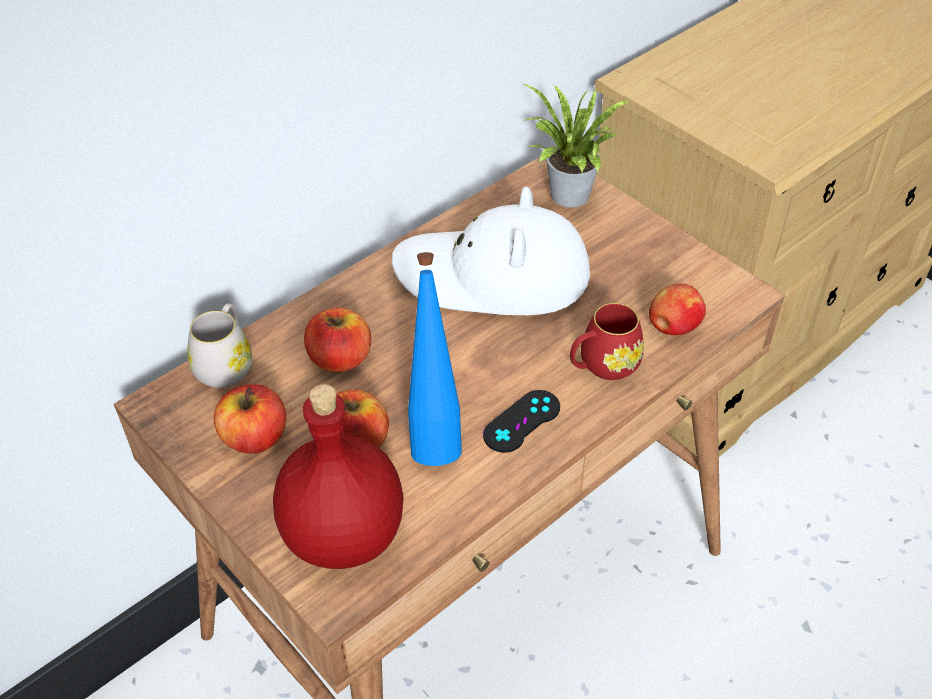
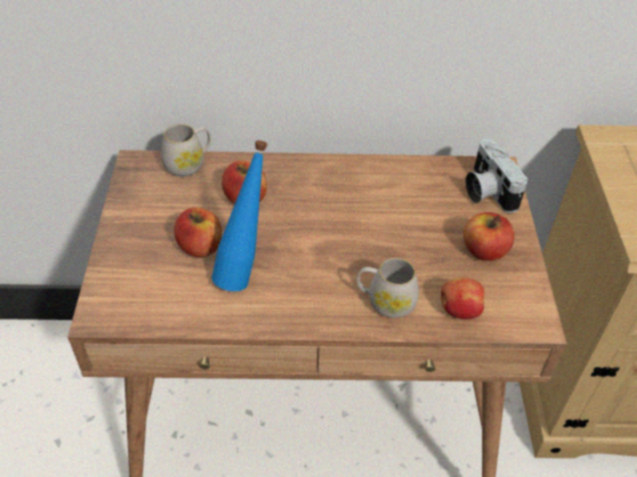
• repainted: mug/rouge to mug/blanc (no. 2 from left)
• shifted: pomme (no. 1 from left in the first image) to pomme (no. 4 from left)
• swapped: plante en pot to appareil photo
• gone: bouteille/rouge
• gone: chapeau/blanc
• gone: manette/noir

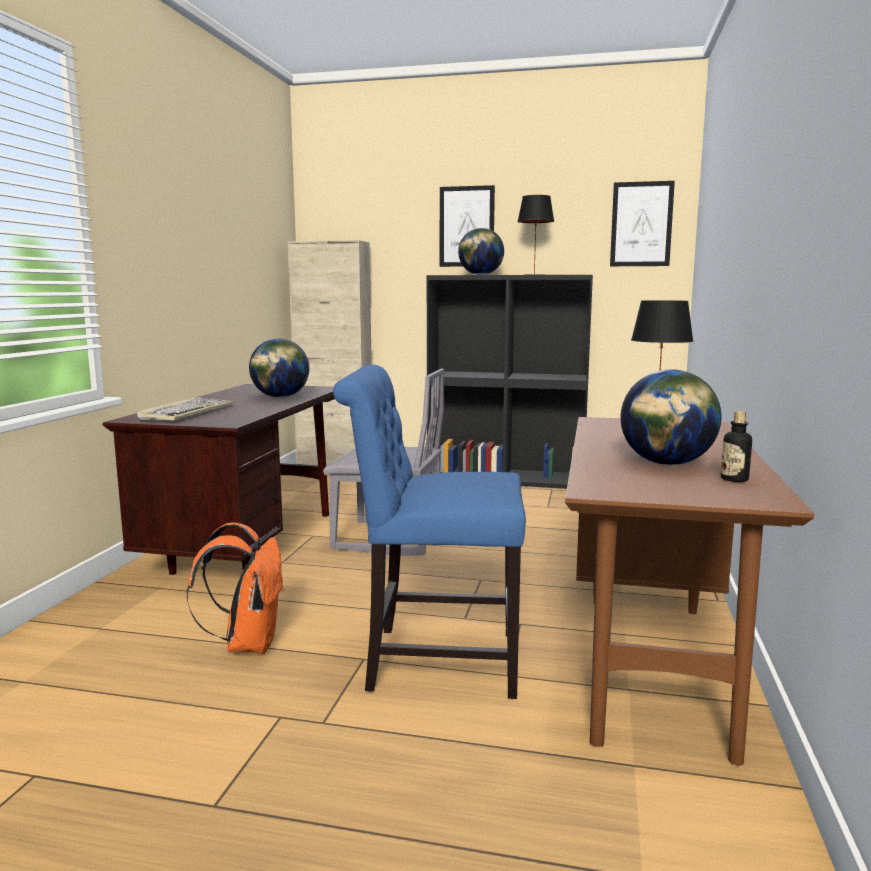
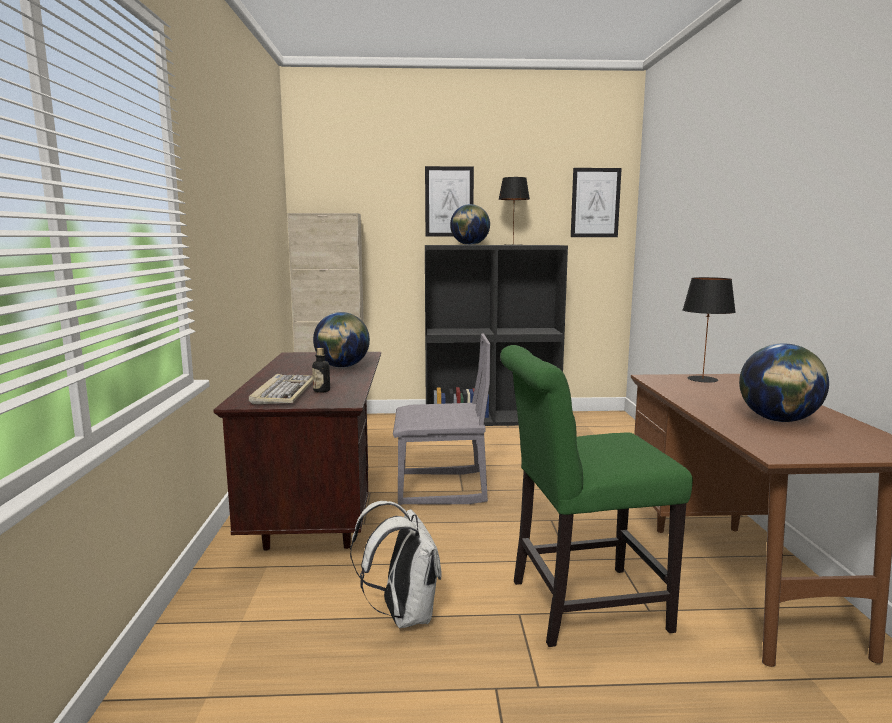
• shifted: bouteille
• repainted: sac à dos/orange to sac à dos/blanc
• repainted: chaise/bleu to chaise/vert

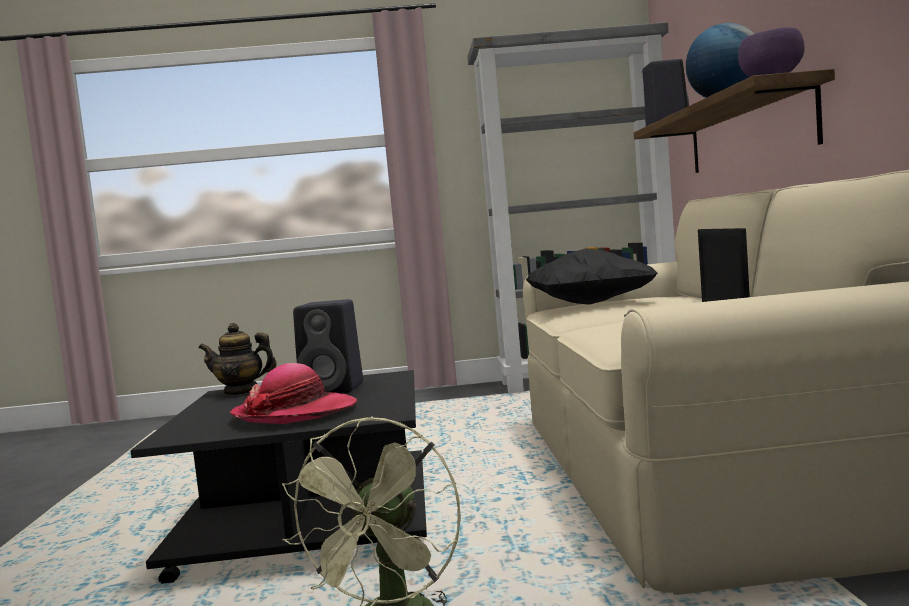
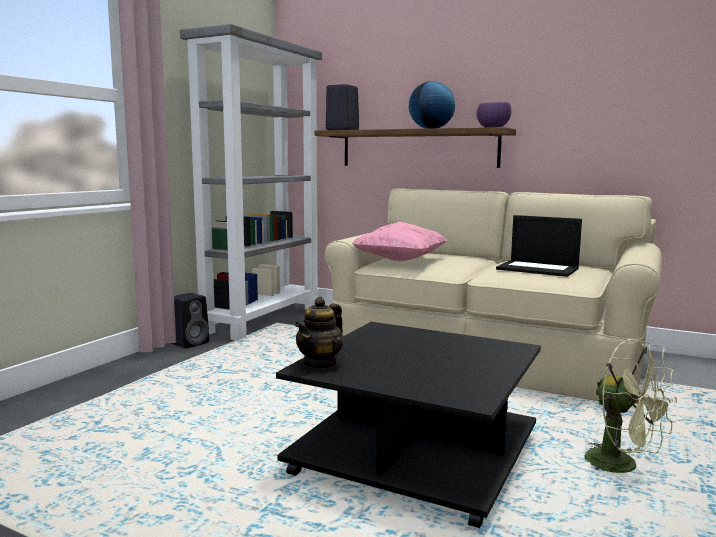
• shifted: enceinte/noir (no. 1 from left)
• repainted: coussin/noir to coussin/rose
• gone: chapeau

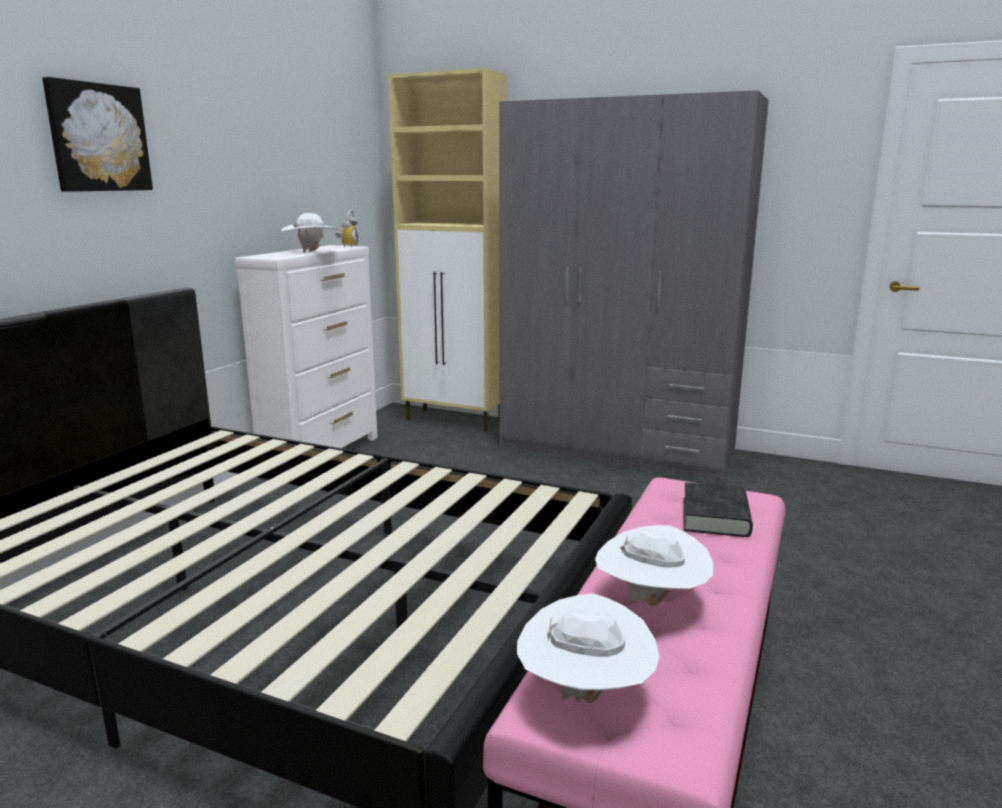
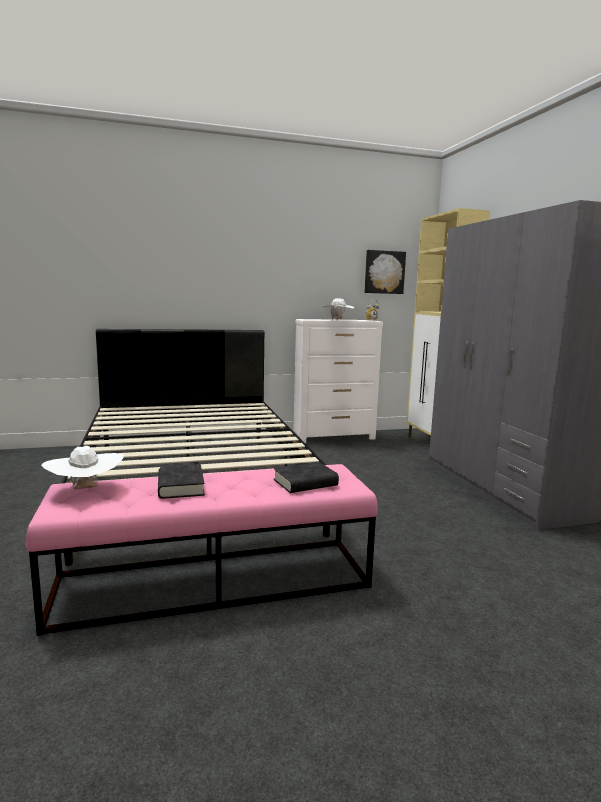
• swapped: chapeau/blanc (no. 3 from left) to livre/noir (no. 1 from left)
• shifted: tableau

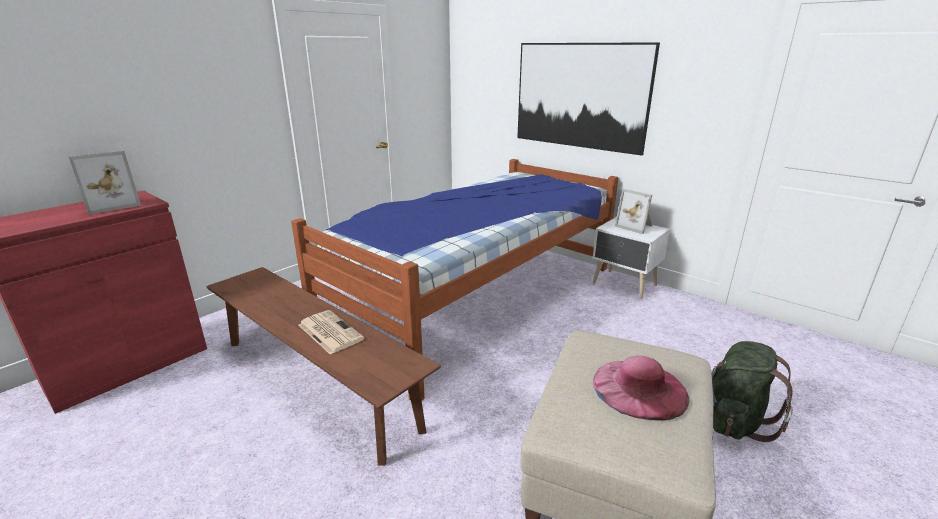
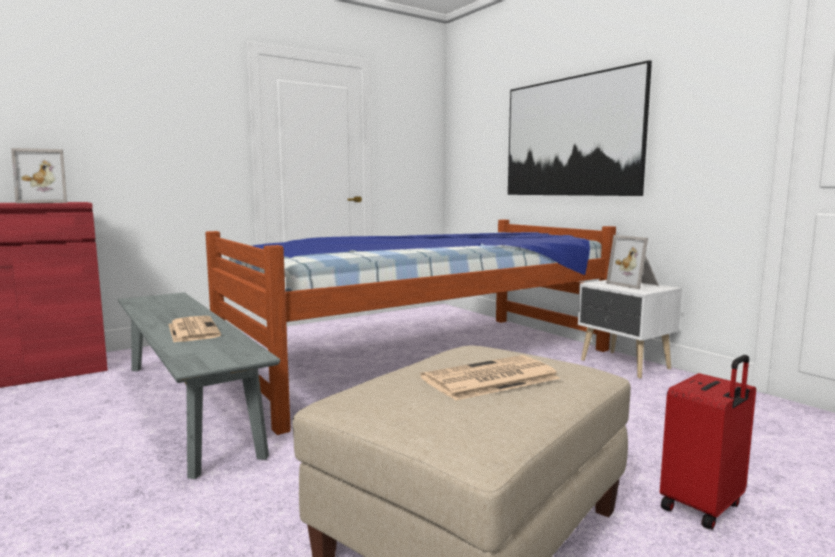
• repainted: banc/marron to banc/gris
• swapped: chapeau/rose to journal (no. 2 from left)
• swapped: sac à dos/vert to valise/rouge

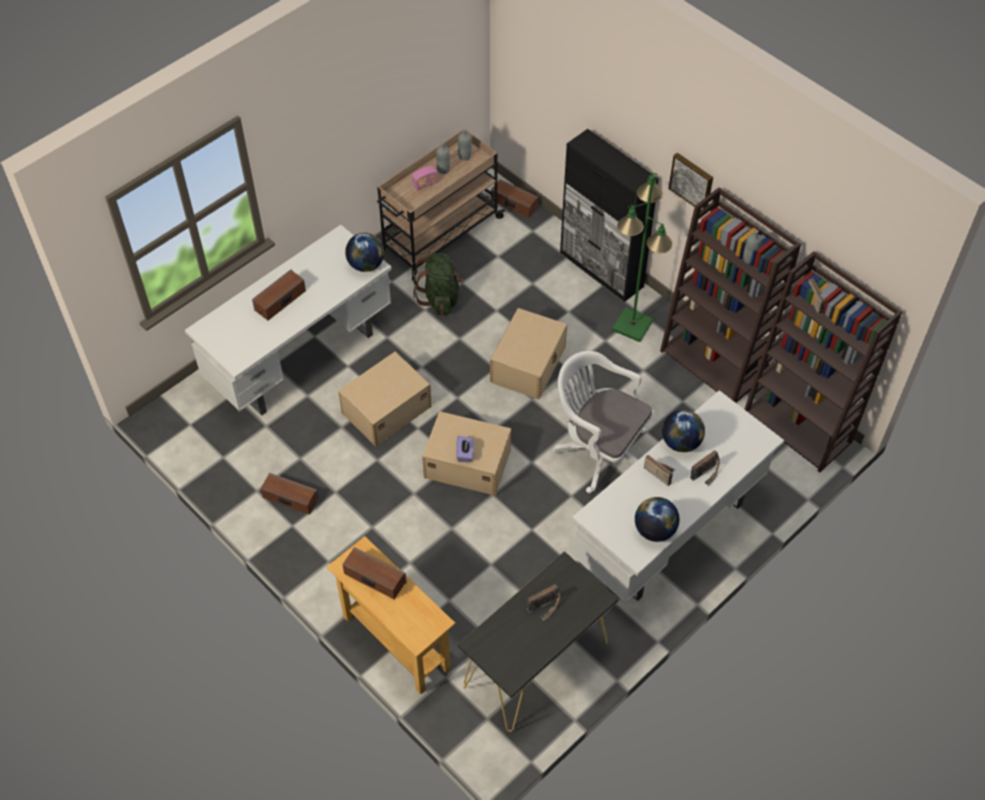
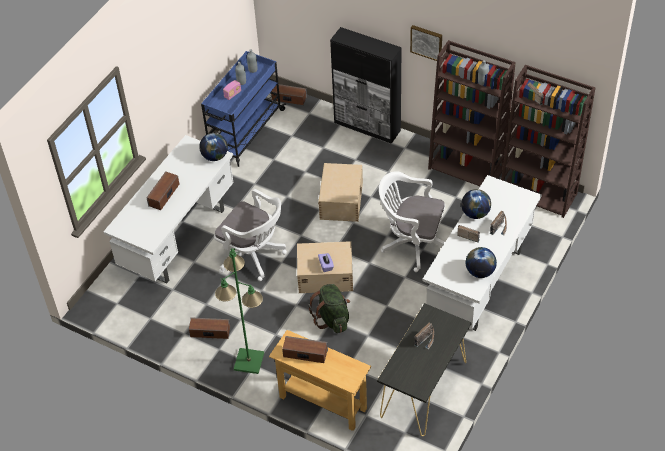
• repainted: chariot/beige to chariot/bleu
• swapped: boîte de rangement/beige (no. 1 from left) to chaise de bureau/blanc (no. 1 from left)
• shifted: lampadaire/vert
• shifted: sac à dos/vert

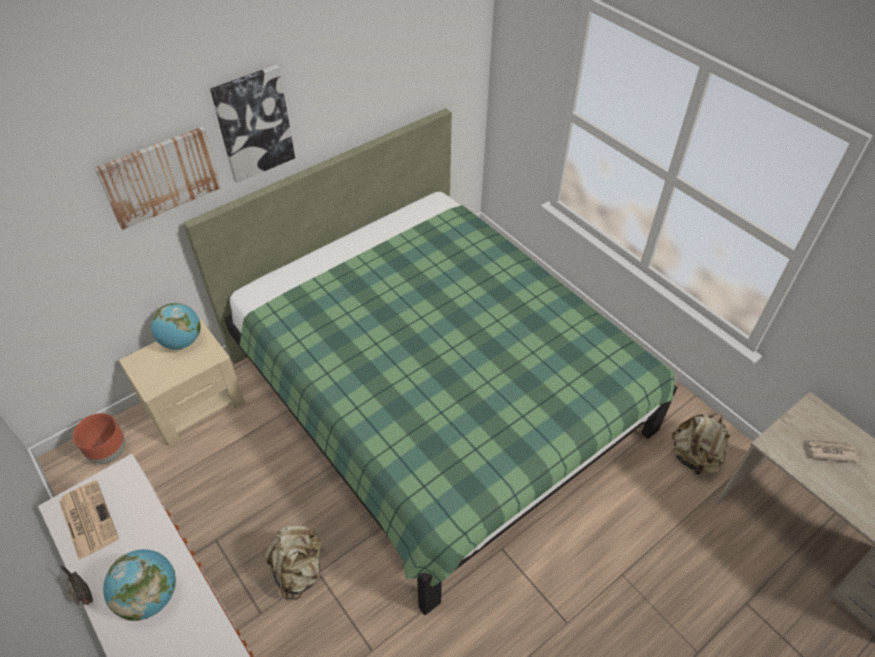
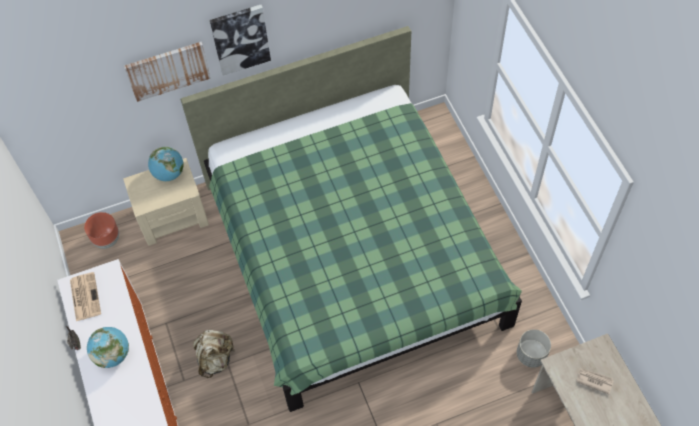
• swapped: sac à dos/beige (no. 2 from left) to cache-pot/gris

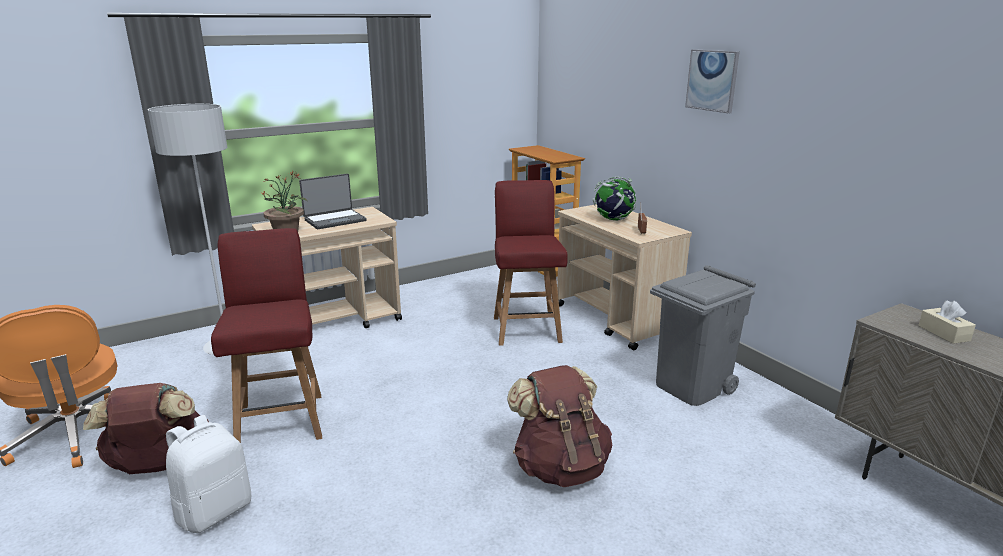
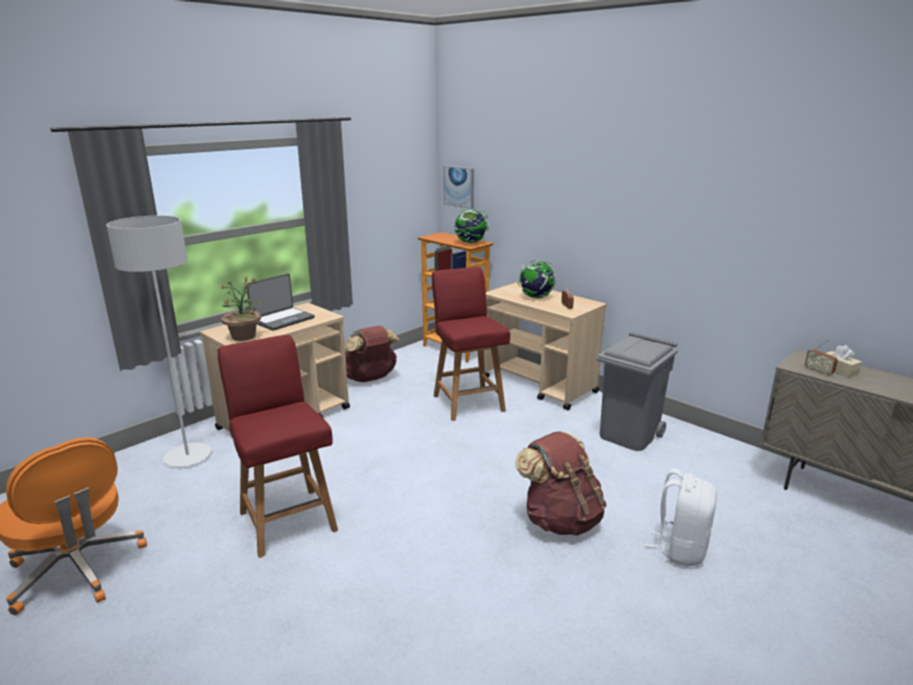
• shifted: sac à dos/marron (no. 1 from left)
• shifted: tableau
• new: globe (no. 1 from left)
• shifted: sac à dos/blanc
• new: radio (no. 2 from left)

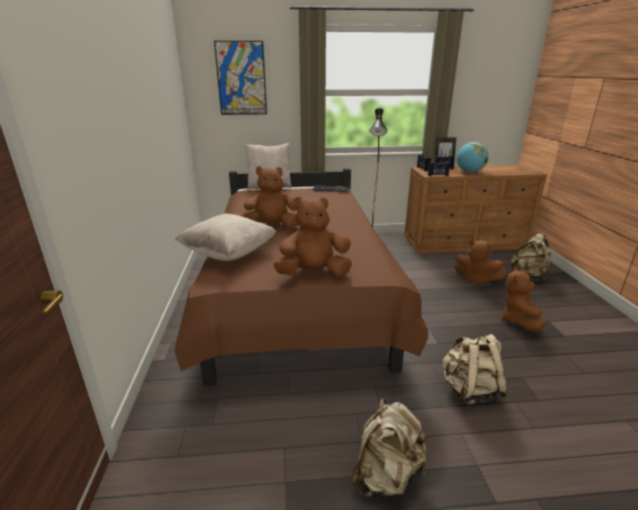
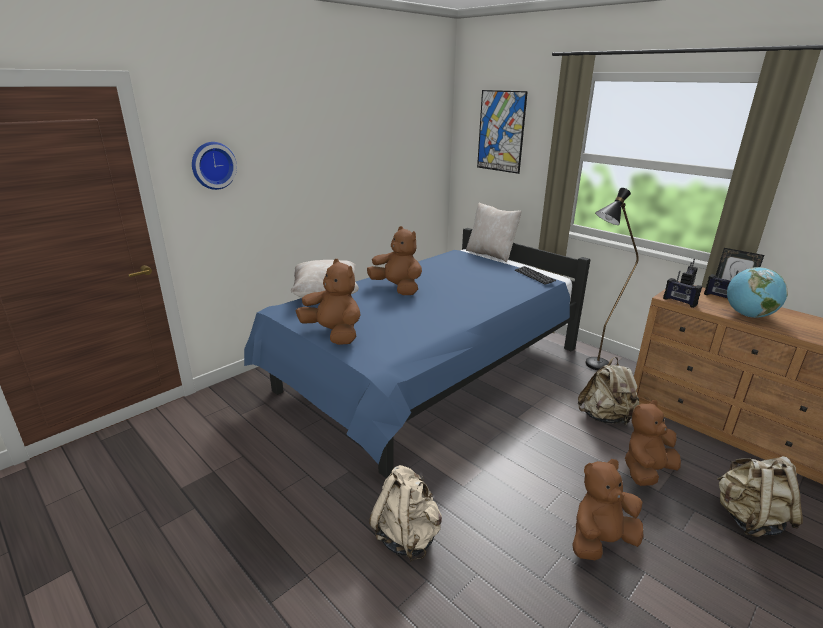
• new: horloge murale
• repainted: lit/marron to lit/bleu
• shifted: sac à dos/beige (no. 1 from left in the first image) to sac à dos/beige (no. 2 from left)
• rotated: peluche/marron (no. 3 from left in the first image) 60 degrees clockwise

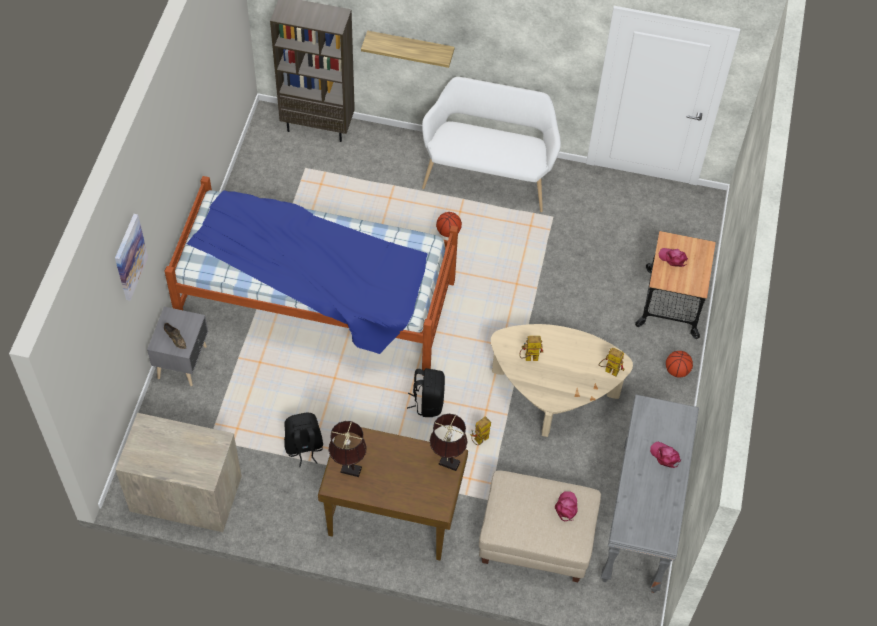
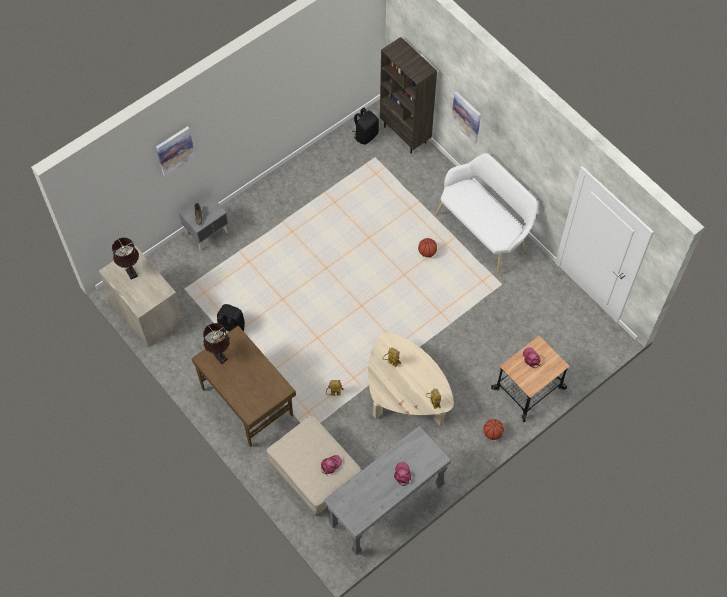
• shifted: lampe de table/marron (no. 2 from left in the first image) to lampe de table/marron (no. 1 from left)
• shifted: sac à dos/noir (no. 2 from left)
• swapped: étagère to tableau (no. 2 from left)
• gone: lit

